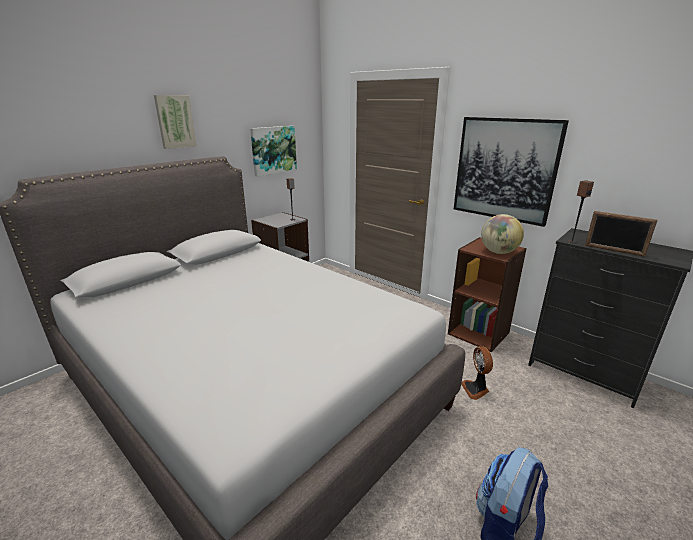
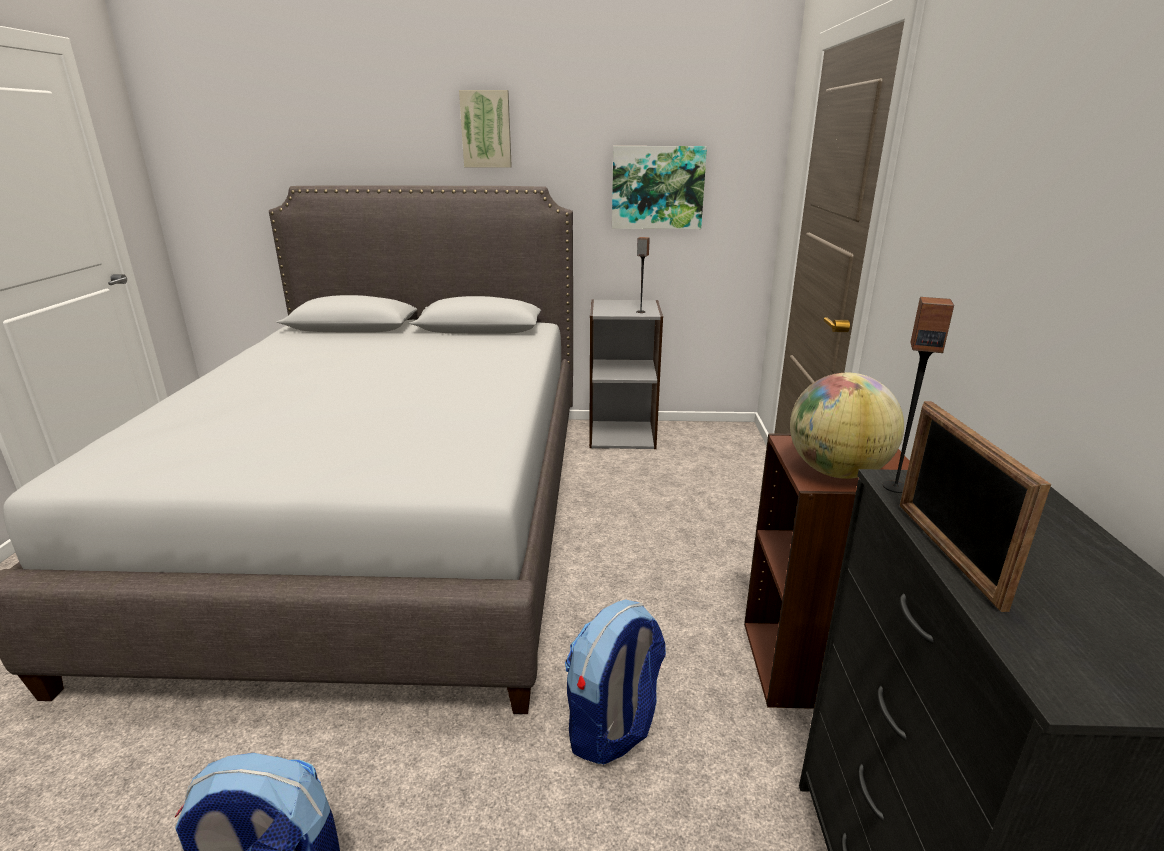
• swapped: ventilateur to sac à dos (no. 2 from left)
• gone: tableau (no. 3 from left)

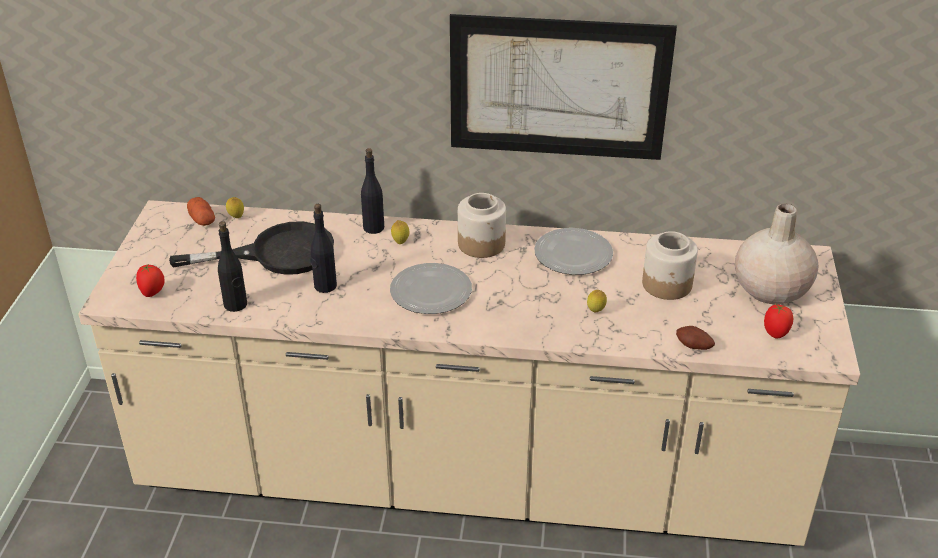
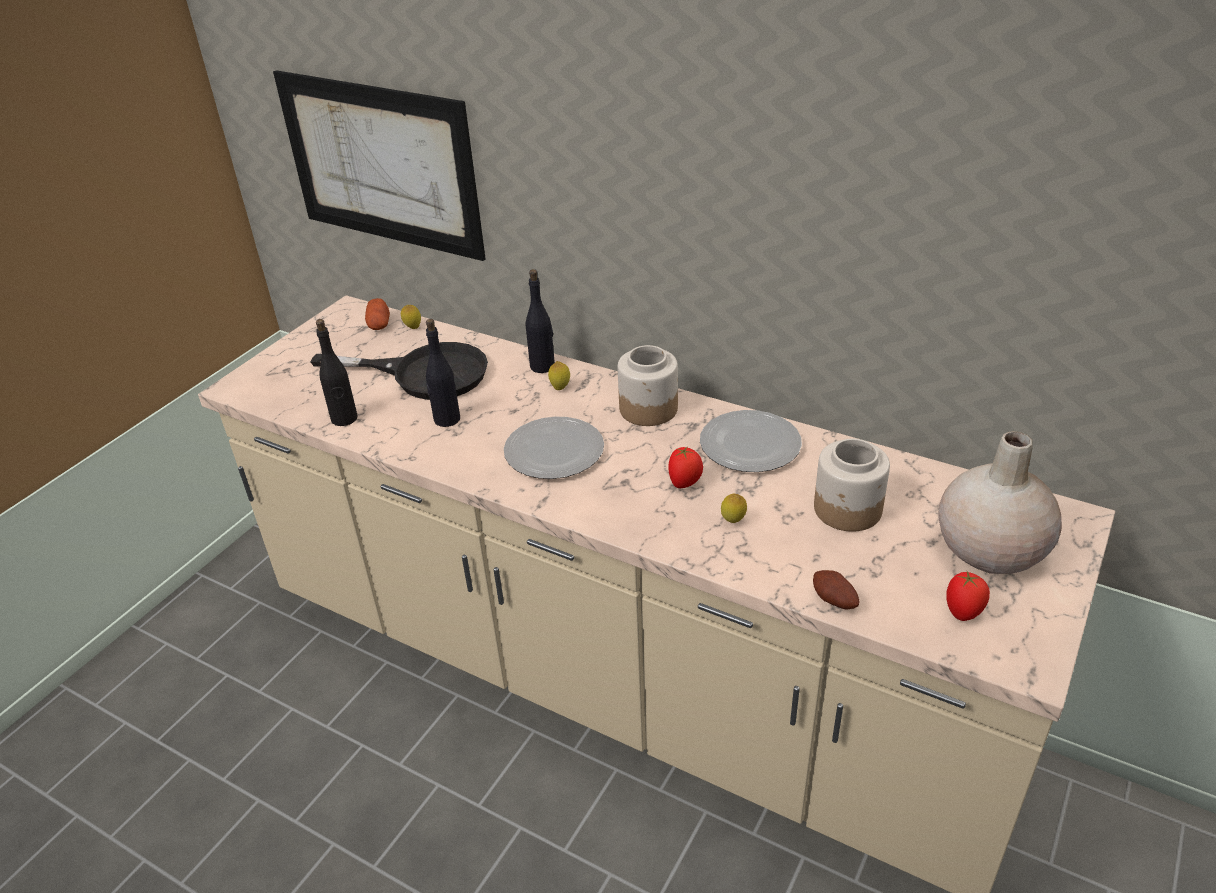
• shifted: tableau
• shifted: tomate (no. 1 from left)

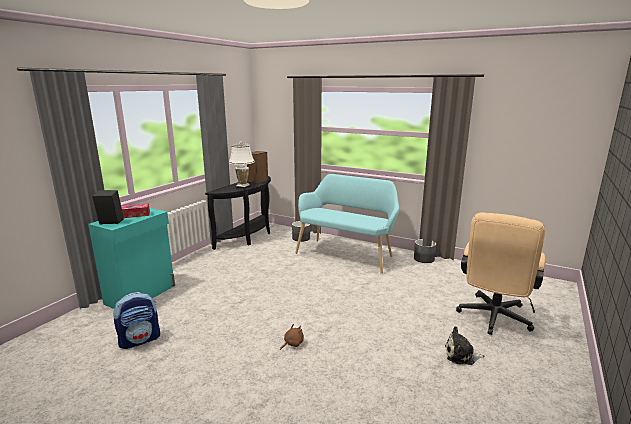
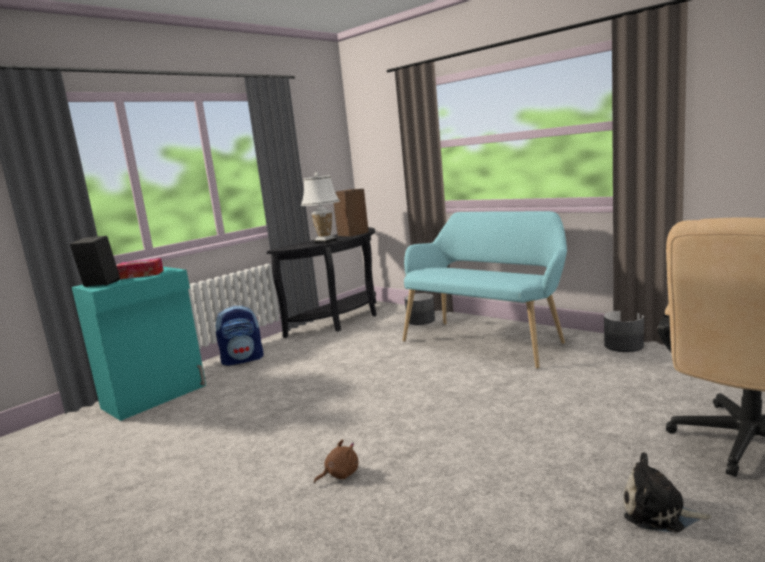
• shifted: sac à dos

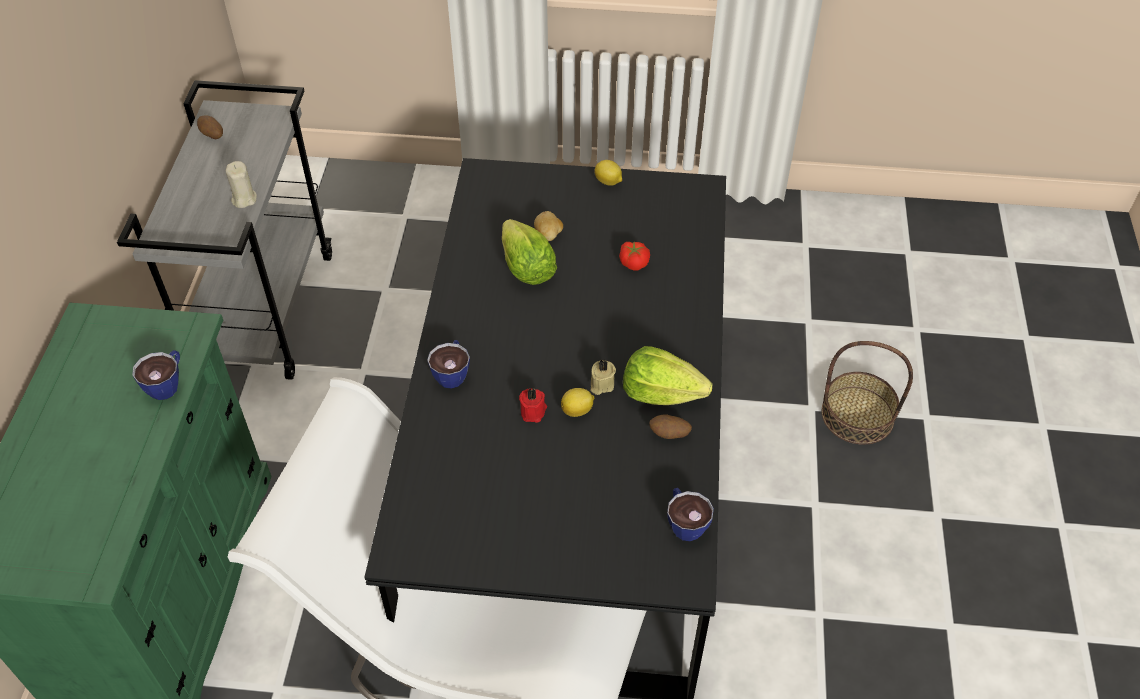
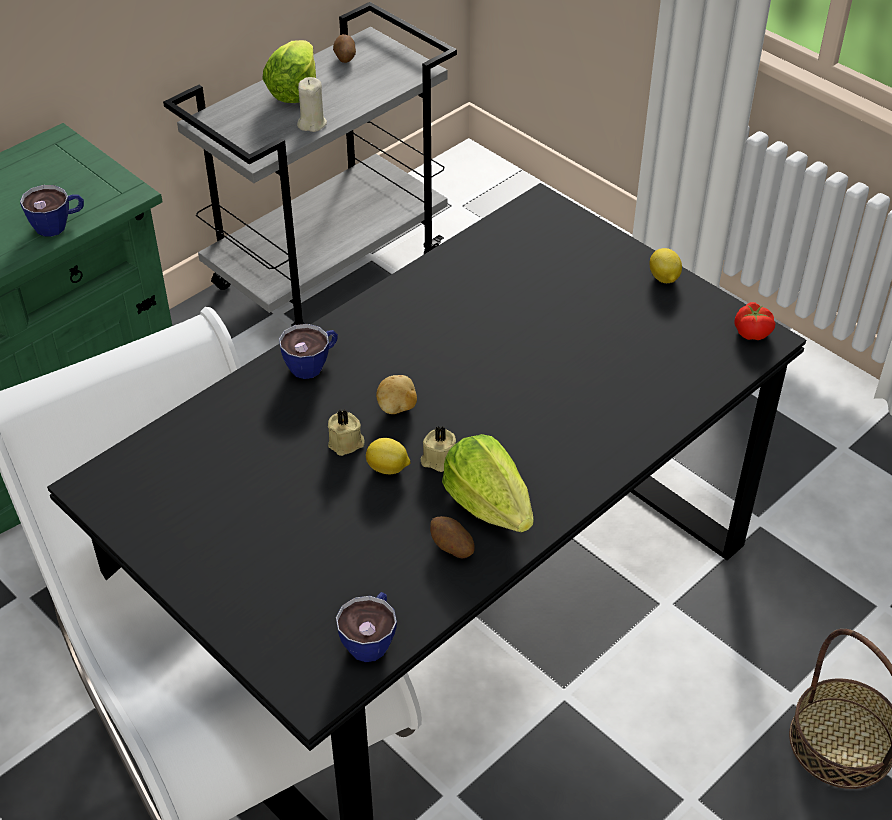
• shifted: laitue (no. 1 from left)
• repainted: bougie/rouge to bougie/beige (no. 2 from left)
• shifted: pomme de terre (no. 2 from left)
• shifted: tomate

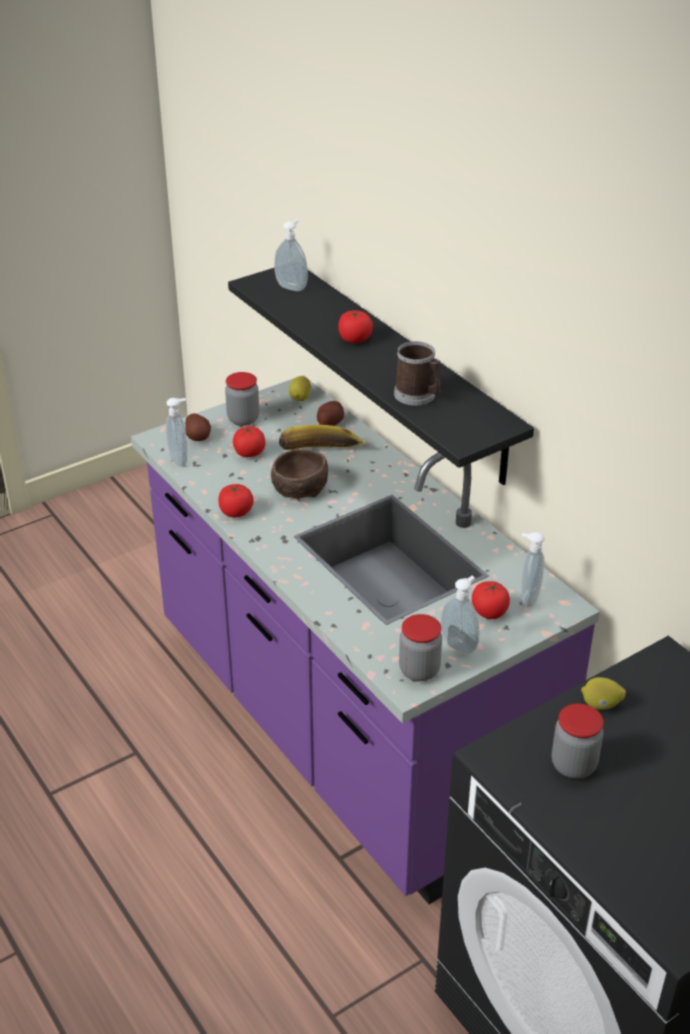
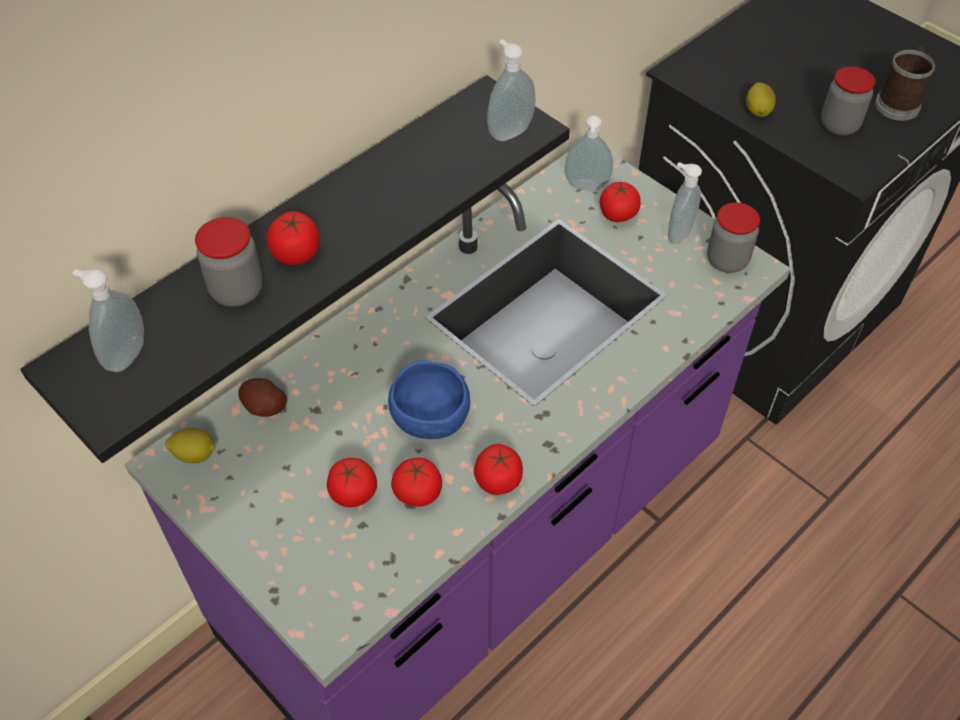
• shifted: bocal (no. 1 from left)
• repainted: bol/marron to bol/bleu
• new: tomate (no. 3 from left)
• shifted: distributeur de savon (no. 1 from left in the first image) to distributeur de savon (no. 2 from left)
• shifted: mug
• gone: pomme de terre (no. 1 from left)
• gone: banane

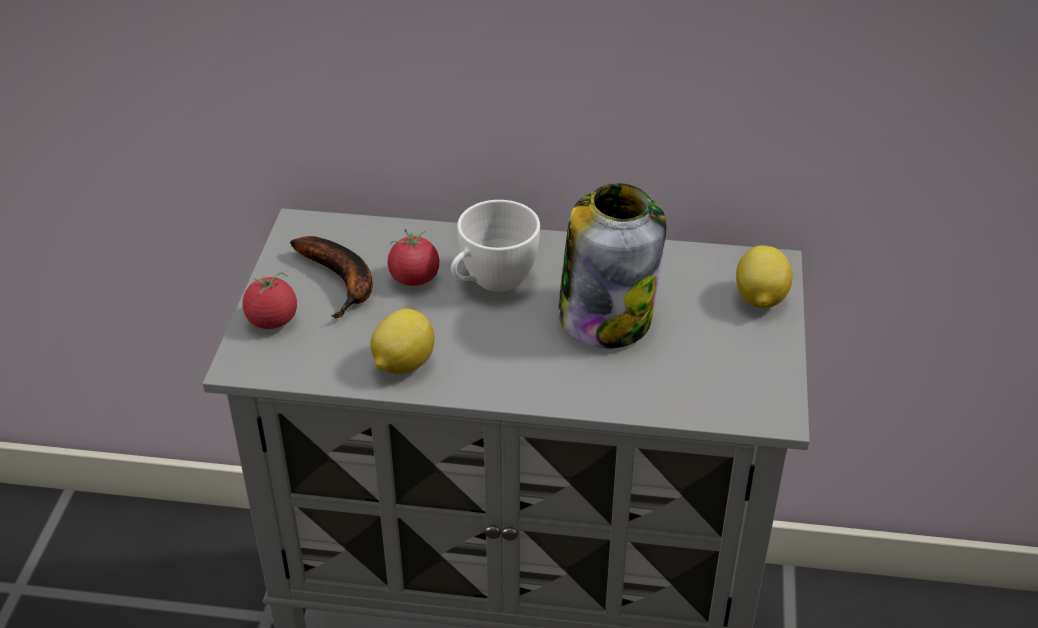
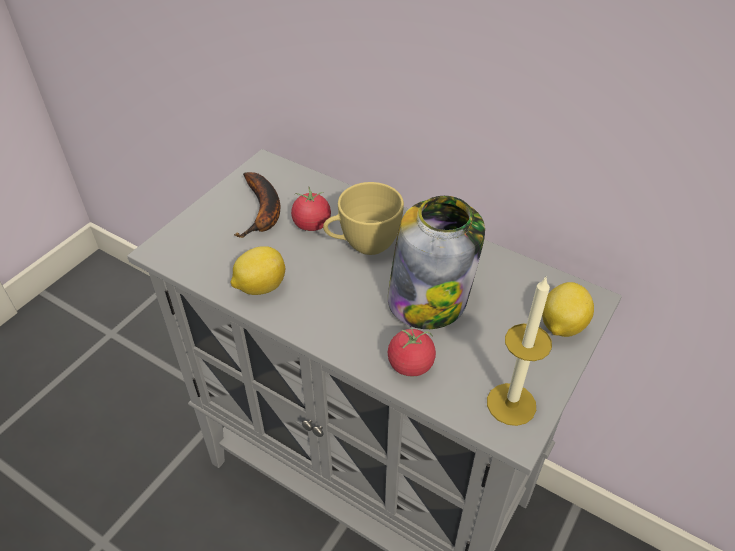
• repainted: tasse/blanc to tasse/jaune
• shifted: tomate (no. 1 from left in the first image) to tomate (no. 2 from left)
• new: bougie

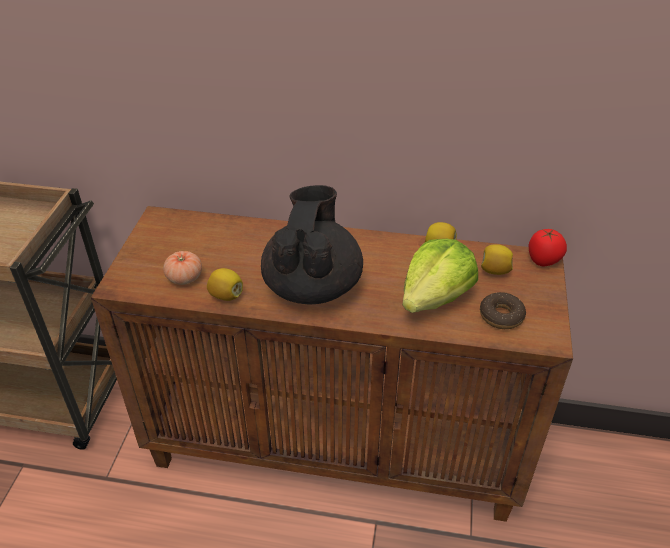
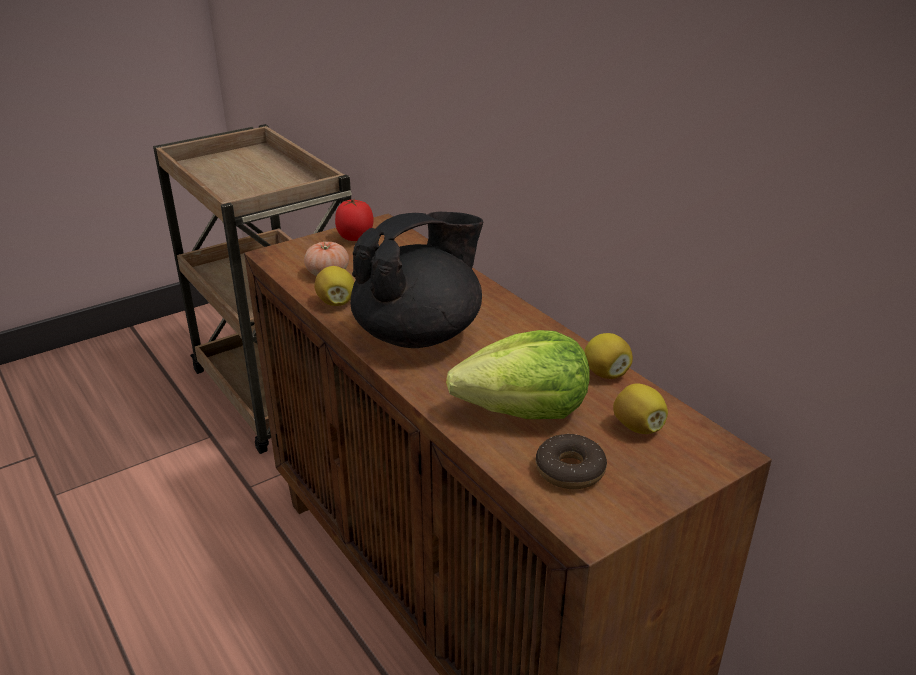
• shifted: tomate (no. 2 from left)

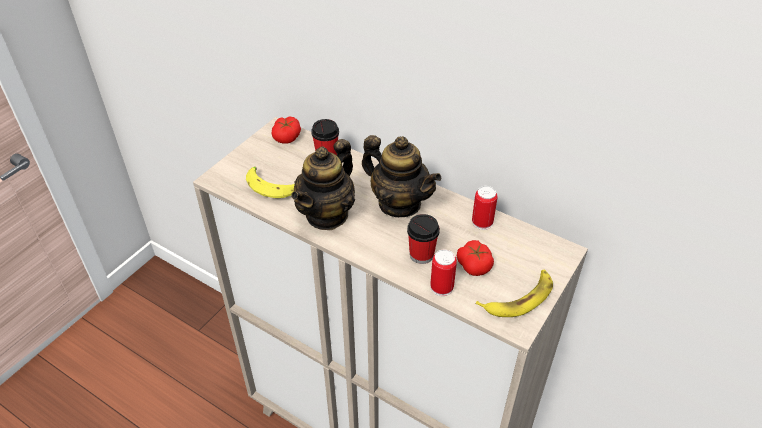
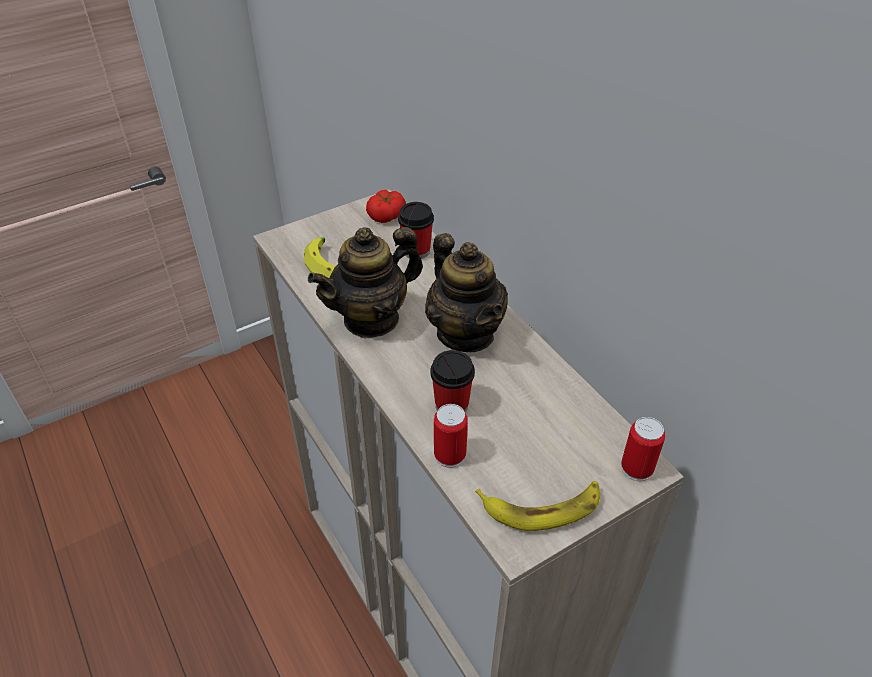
• shifted: boîte métallique (no. 2 from left)
• gone: tomate (no. 2 from left)

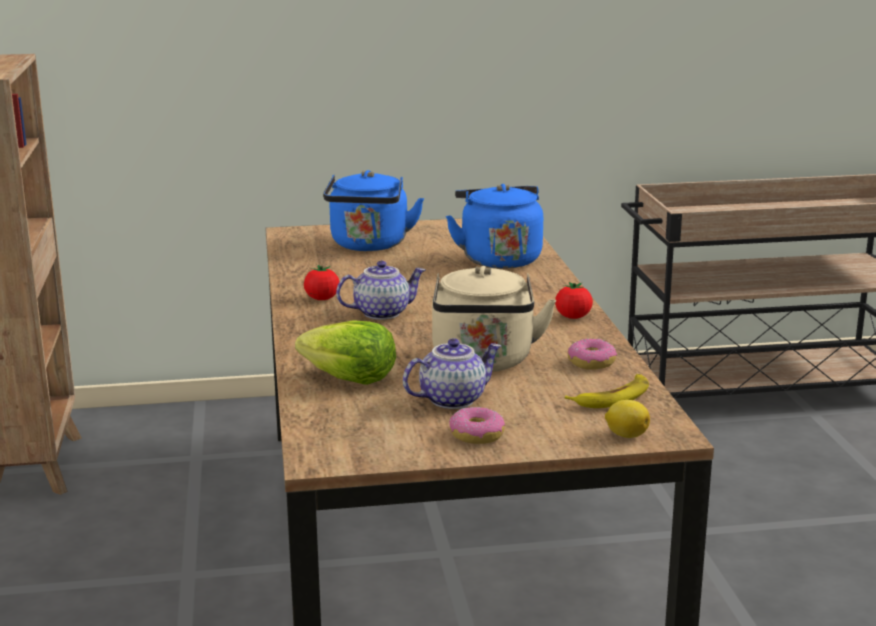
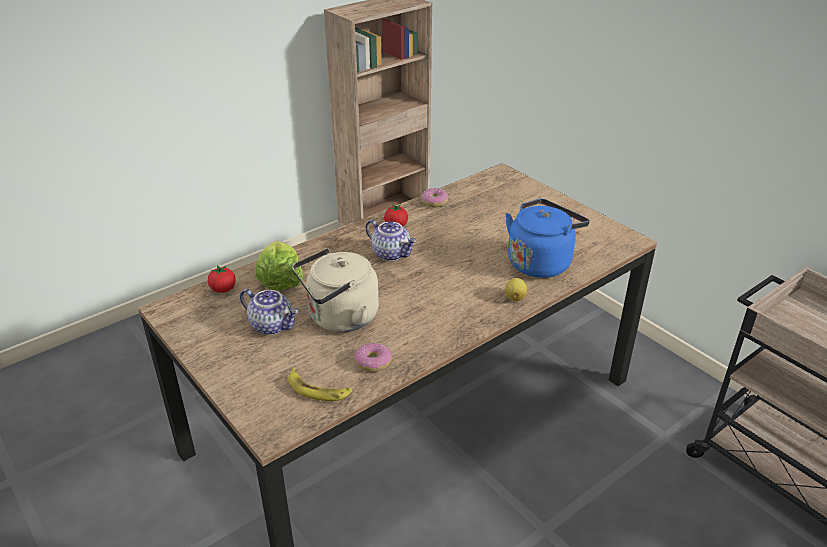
• shifted: tomate (no. 2 from left in the first image) to tomate (no. 1 from left)
• shifted: beignet (no. 1 from left in the first image) to beignet (no. 2 from left)
• shifted: citron
• gone: bouilloire/bleu (no. 1 from left)

